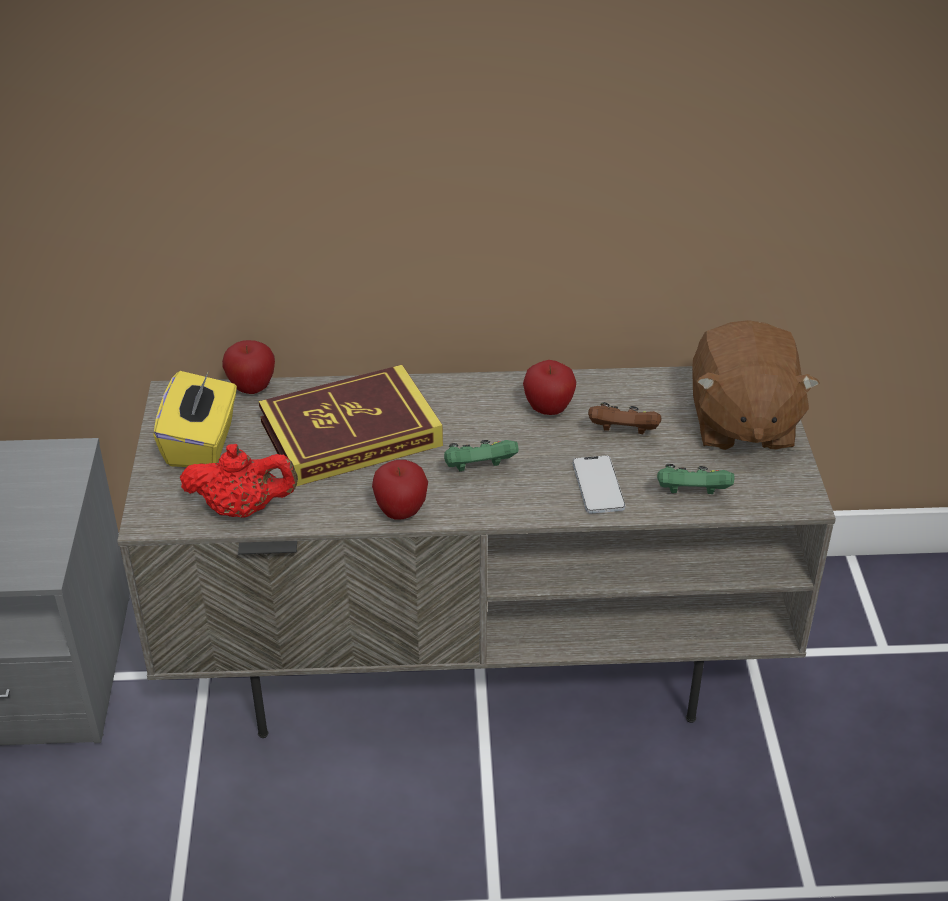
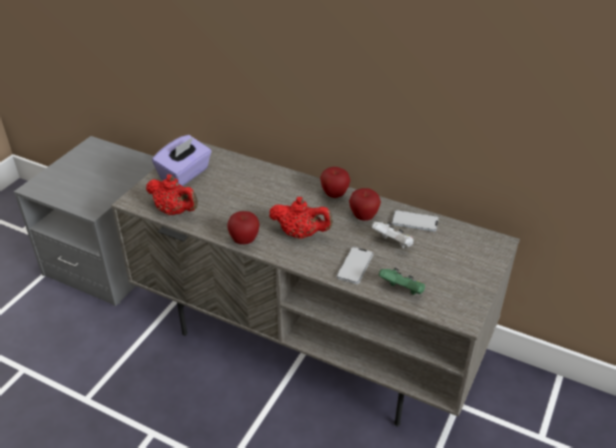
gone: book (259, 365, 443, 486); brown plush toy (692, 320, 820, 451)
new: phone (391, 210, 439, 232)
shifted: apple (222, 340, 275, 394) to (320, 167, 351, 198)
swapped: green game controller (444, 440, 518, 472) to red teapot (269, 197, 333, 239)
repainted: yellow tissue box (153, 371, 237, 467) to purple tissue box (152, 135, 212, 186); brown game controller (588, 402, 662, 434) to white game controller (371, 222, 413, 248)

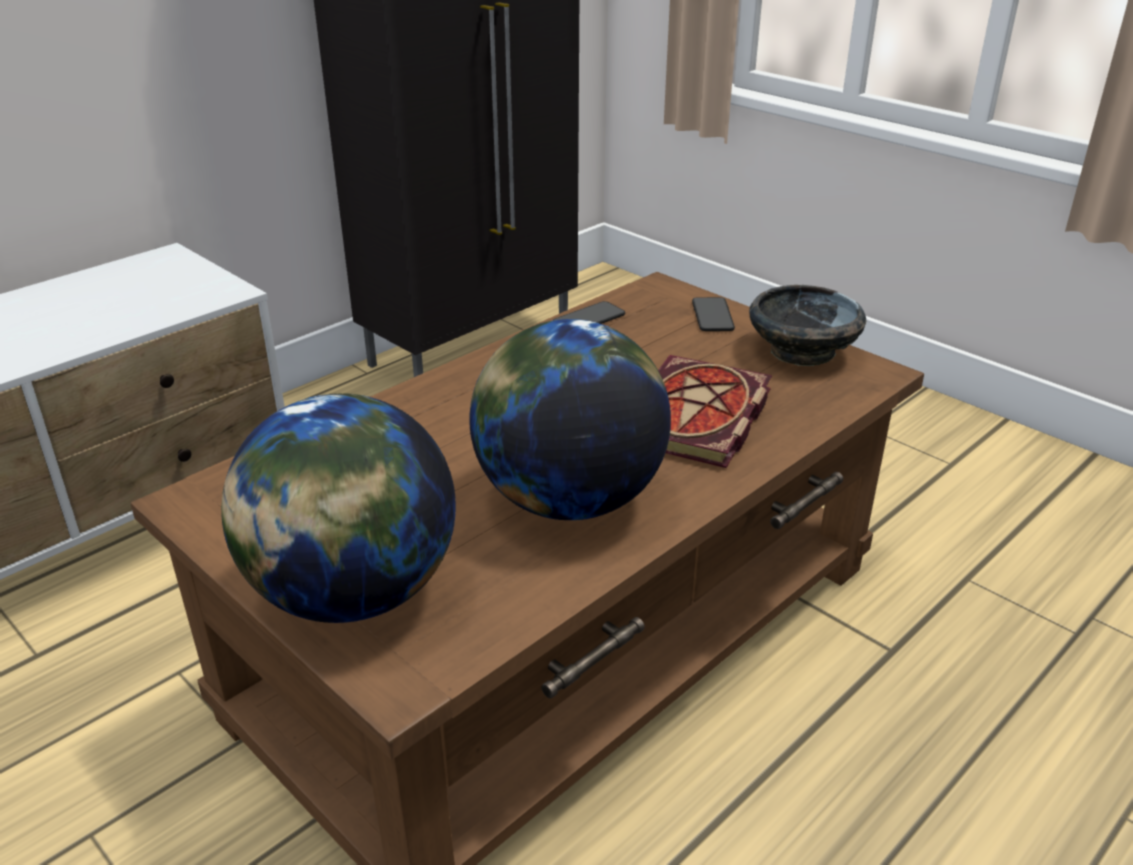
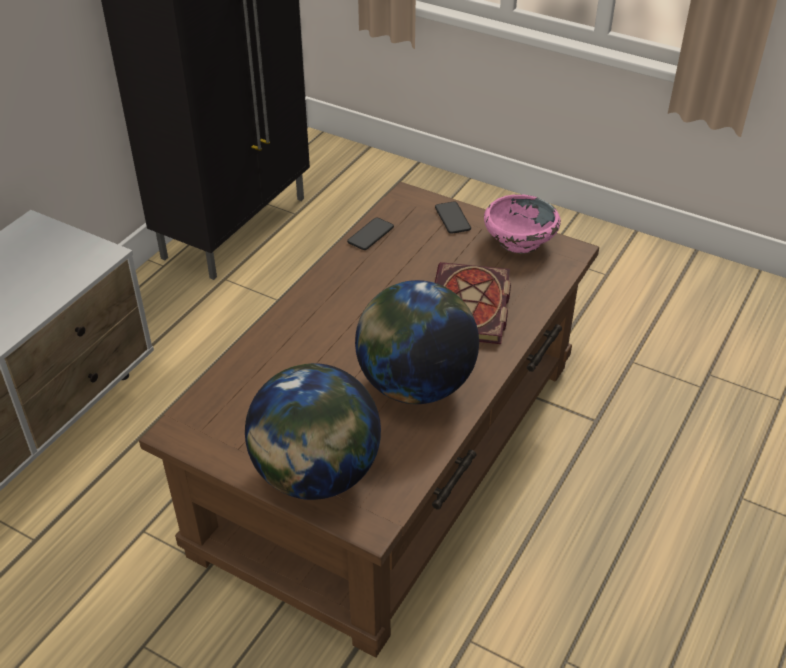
repainted: black bowl (749, 285, 866, 366) to pink bowl (484, 194, 561, 254)

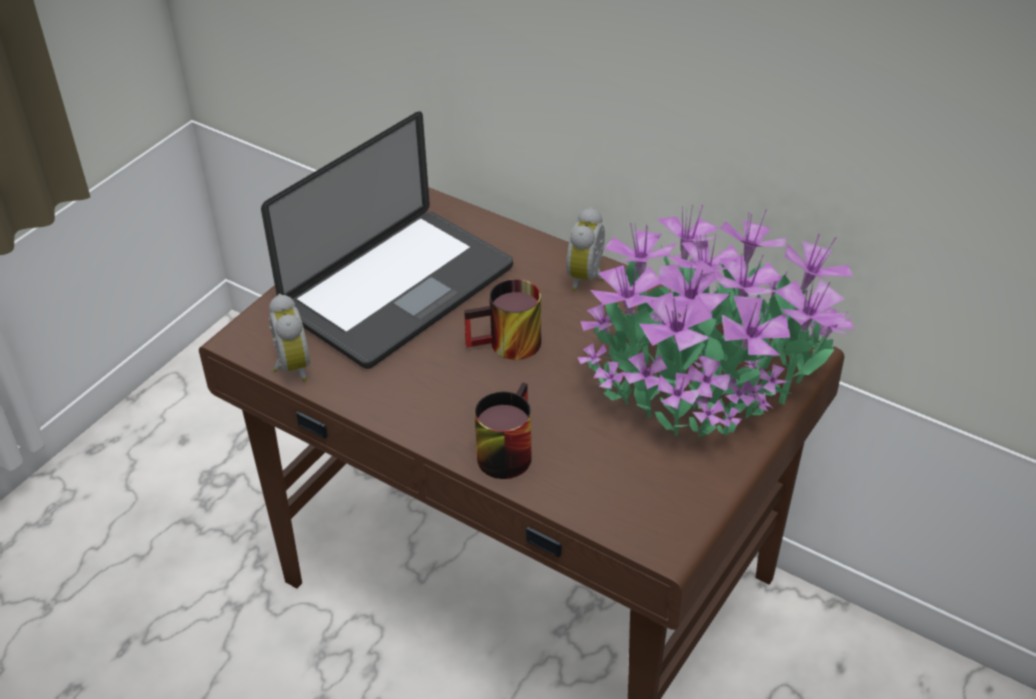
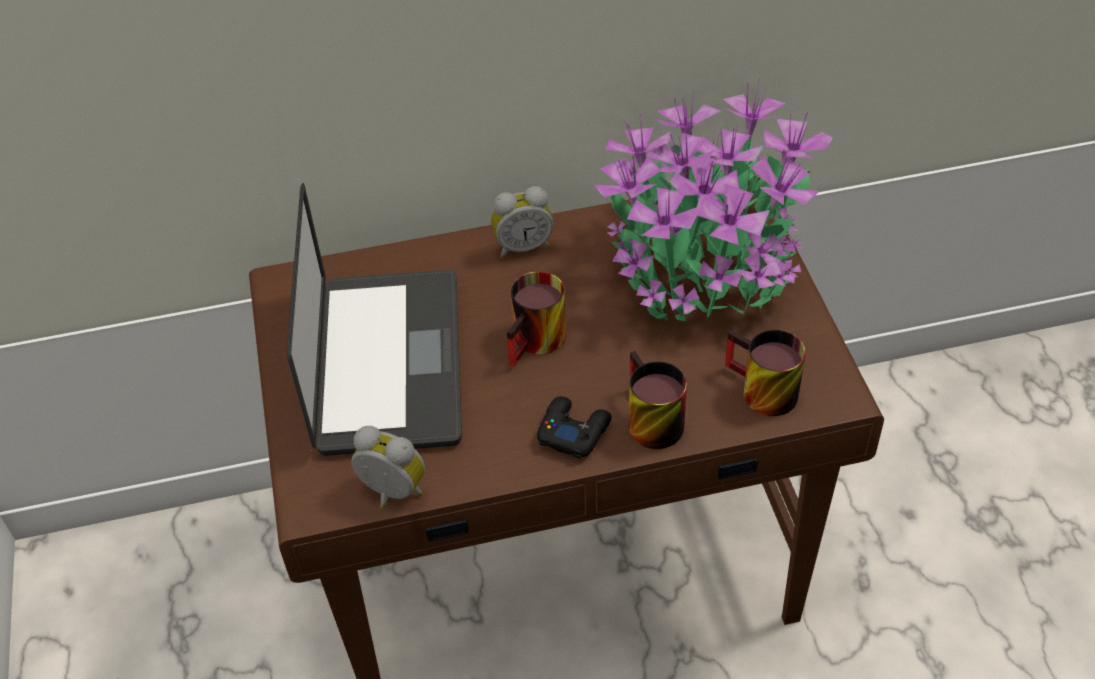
new: black game controller (537, 396, 612, 458); mug (725, 330, 806, 416)
rotated: alarm clock (566, 207, 605, 292) = (491, 186, 554, 258) 75 degrees counterclockwise

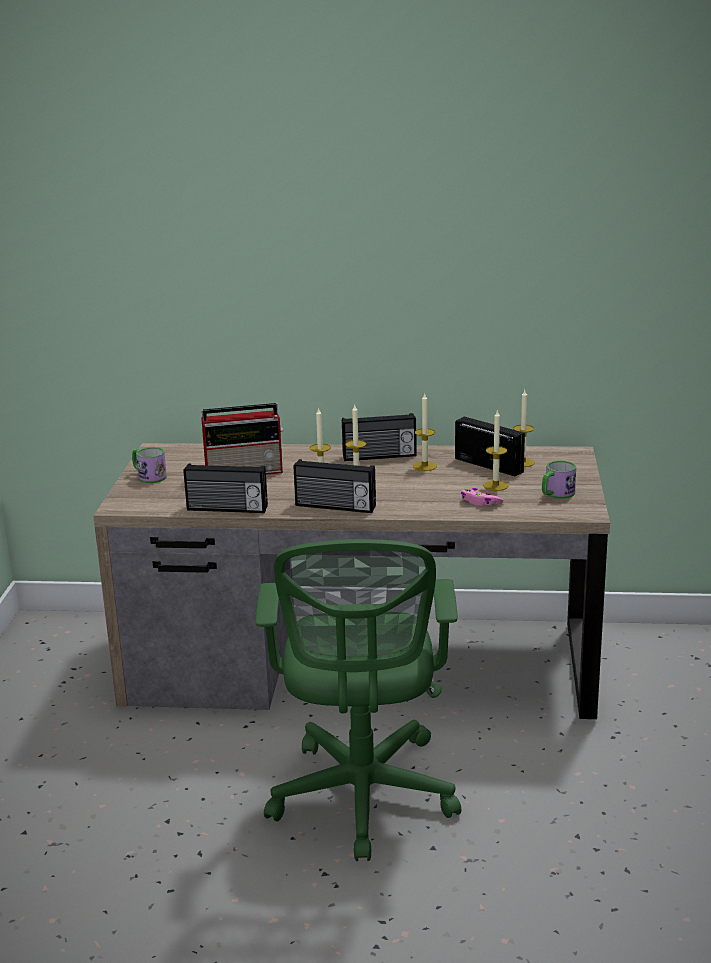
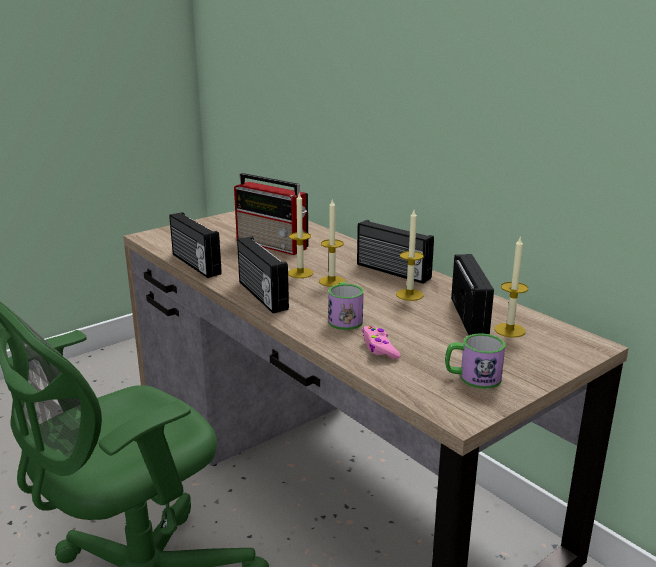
gone: candle (483, 411, 508, 491)
shifted: mug (132, 447, 167, 483) to (328, 282, 364, 330)

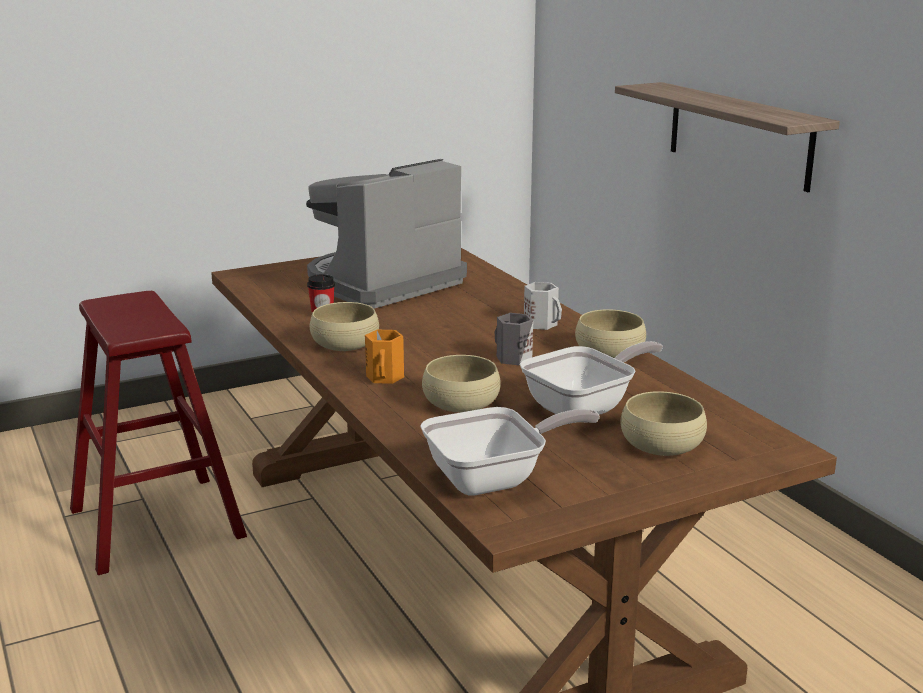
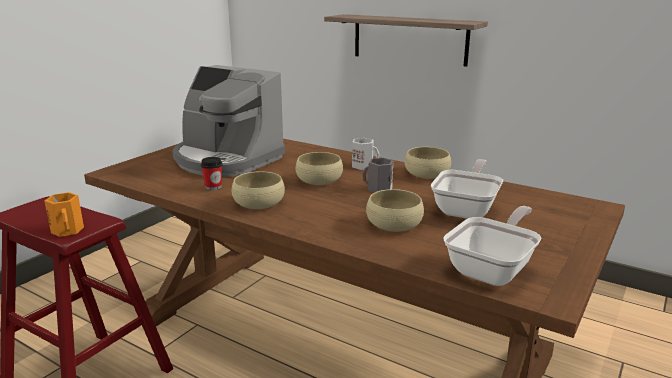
shifted: orange mug (365, 330, 404, 384) to (44, 192, 84, 237); beige bowl (621, 391, 707, 456) to (295, 152, 343, 185)
rotated: coffee machine (306, 159, 467, 308) = (172, 65, 285, 177) 75 degrees counterclockwise

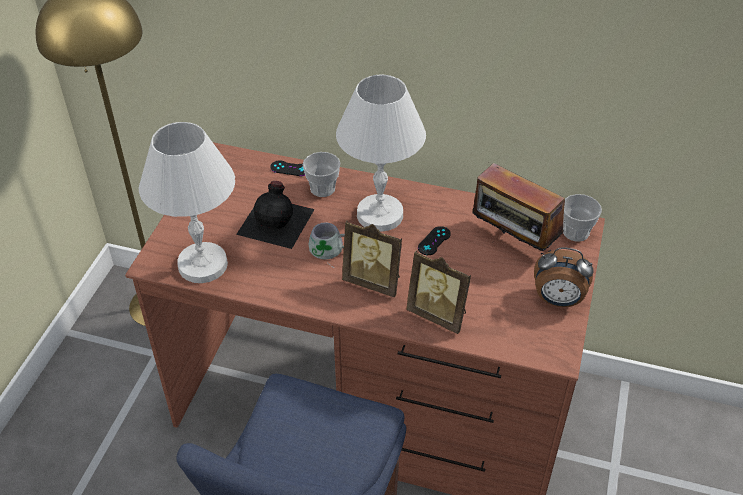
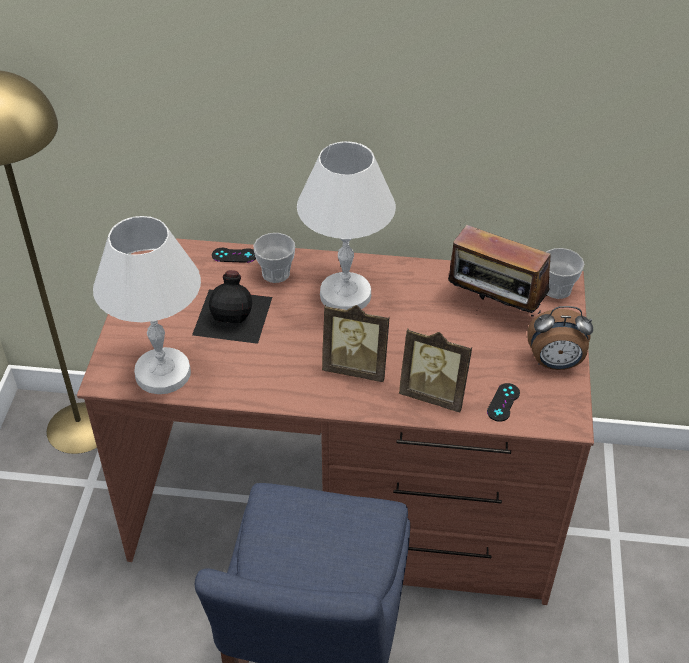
gone: grey mug (308, 222, 345, 268)
shifted: black game controller (418, 226, 451, 255) to (487, 383, 520, 422)

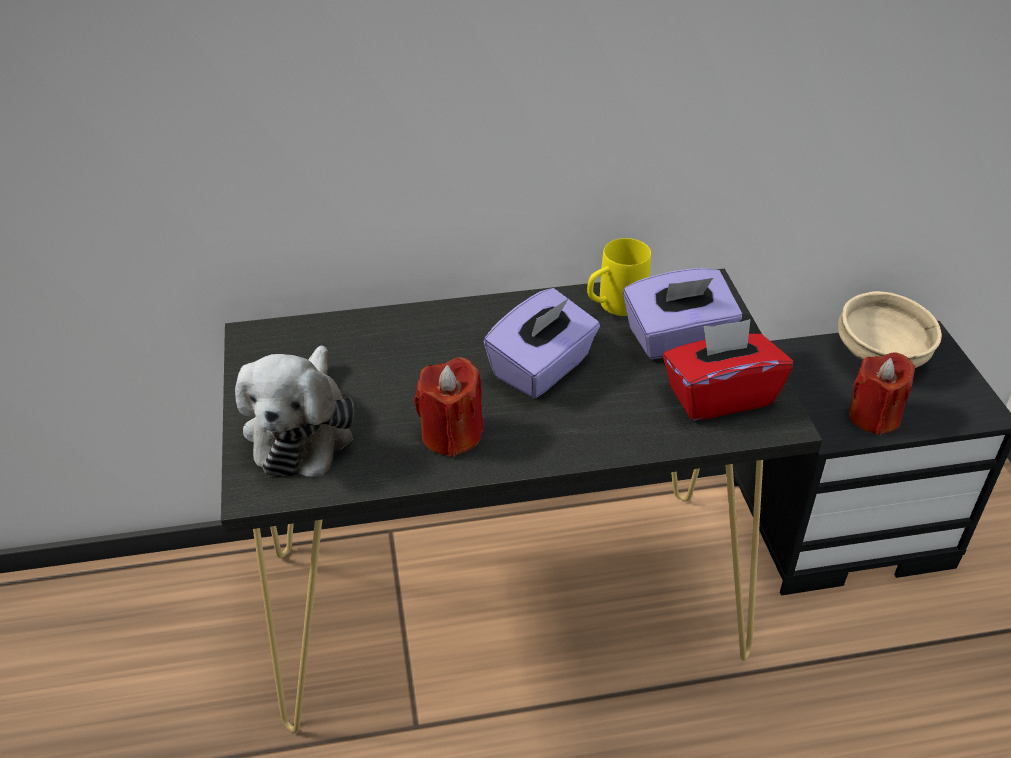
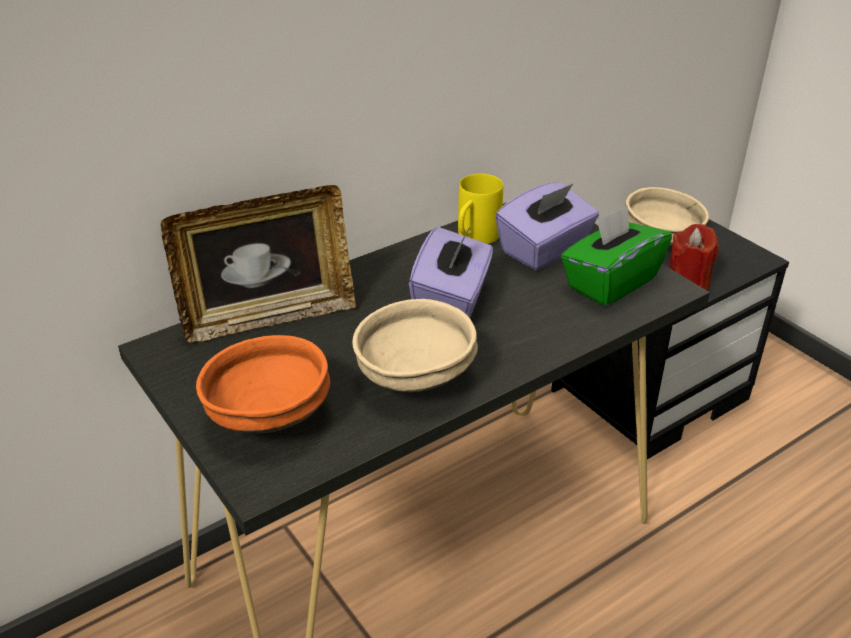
new: picture frame (161, 185, 356, 343)
swapped: plush toy (235, 345, 354, 477) to orange bowl (196, 335, 330, 433); red candle (414, 357, 483, 457) to beige bowl (352, 299, 478, 392)
repainted: red tissue box (663, 319, 793, 421) to green tissue box (561, 205, 672, 306)

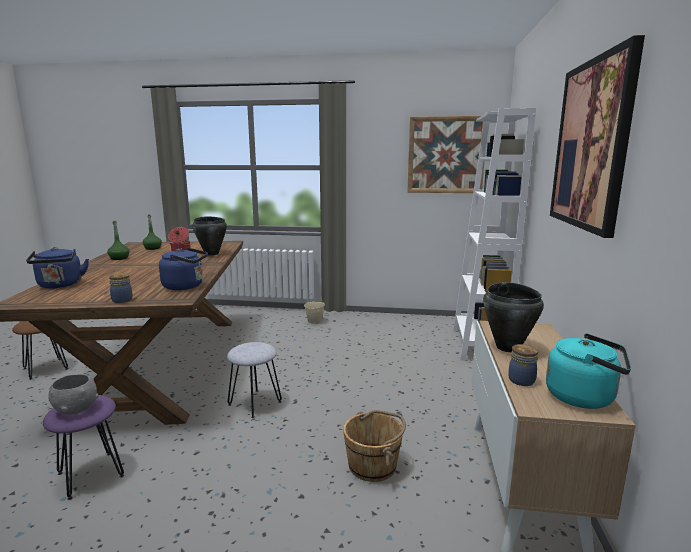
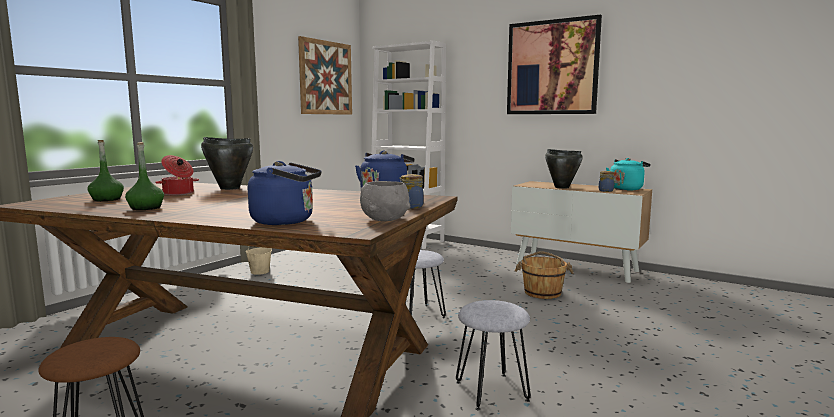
shifted: grey bowl (48, 374, 98, 415) to (360, 181, 410, 221)
repainted: purple stool (43, 395, 124, 500) to grey stool (456, 300, 531, 410)

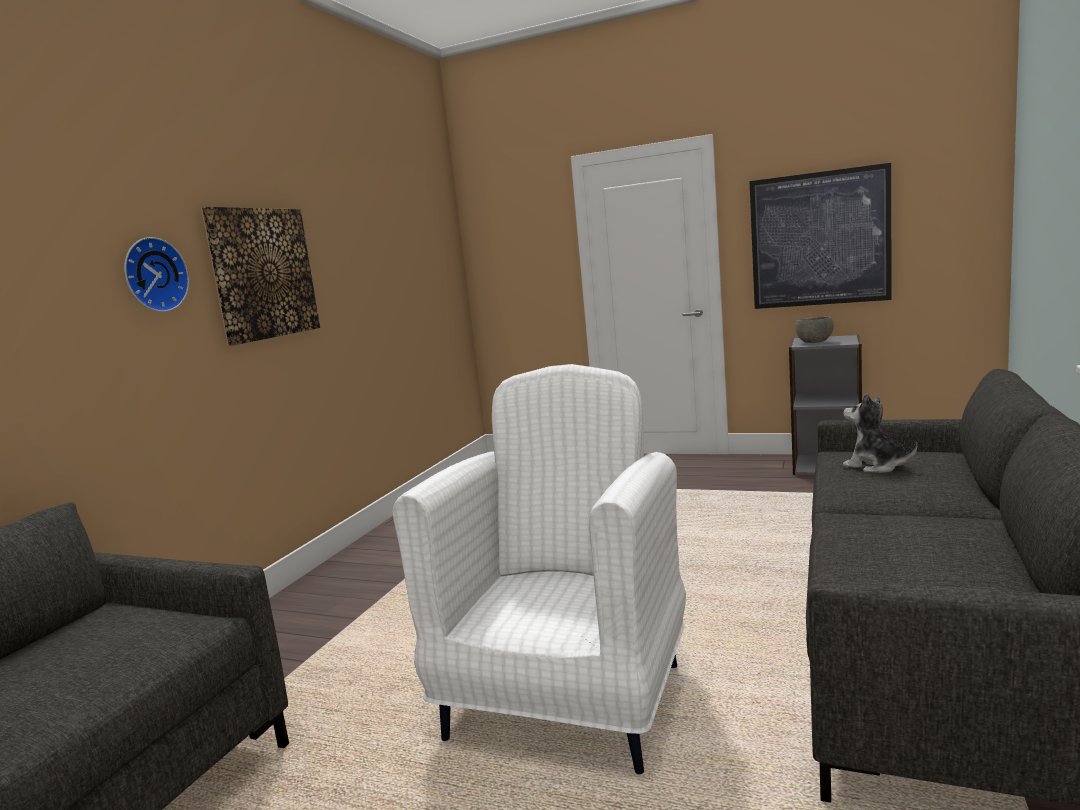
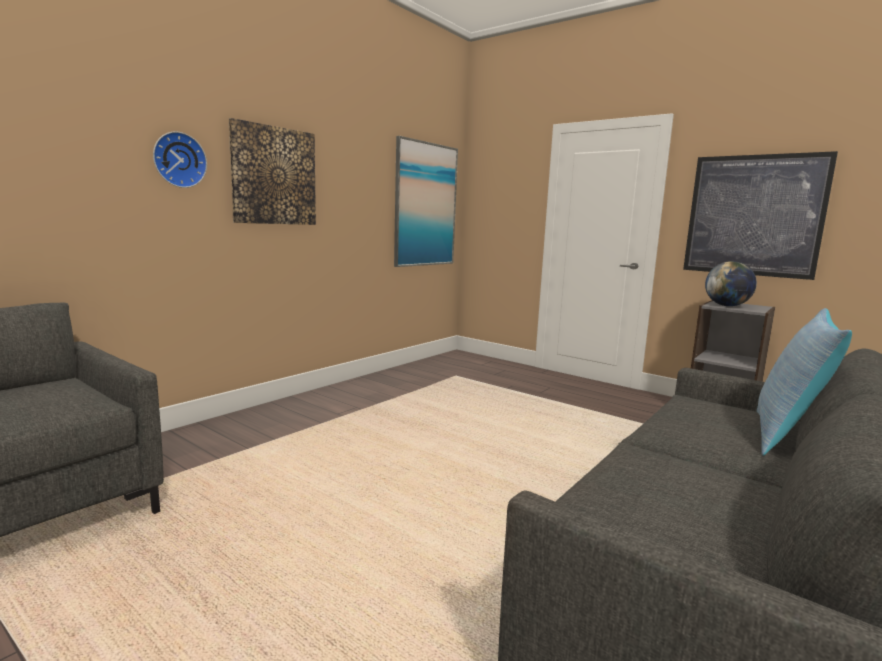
gone: white armchair (392, 364, 686, 774); plush toy (843, 393, 918, 473)
new: picture (394, 136, 458, 267); pillow (757, 308, 852, 456)
swapped: grey bowl (796, 317, 834, 343) to globe (705, 261, 757, 306)

